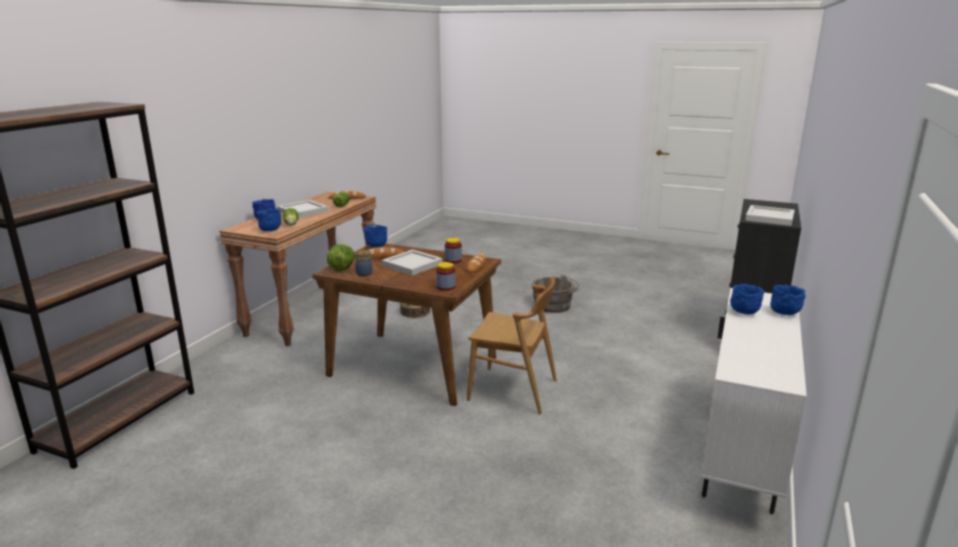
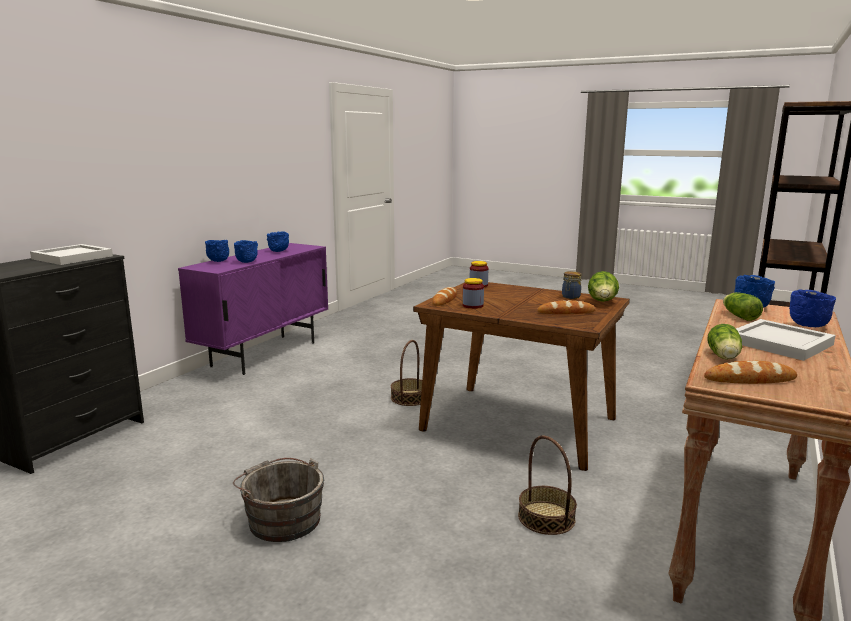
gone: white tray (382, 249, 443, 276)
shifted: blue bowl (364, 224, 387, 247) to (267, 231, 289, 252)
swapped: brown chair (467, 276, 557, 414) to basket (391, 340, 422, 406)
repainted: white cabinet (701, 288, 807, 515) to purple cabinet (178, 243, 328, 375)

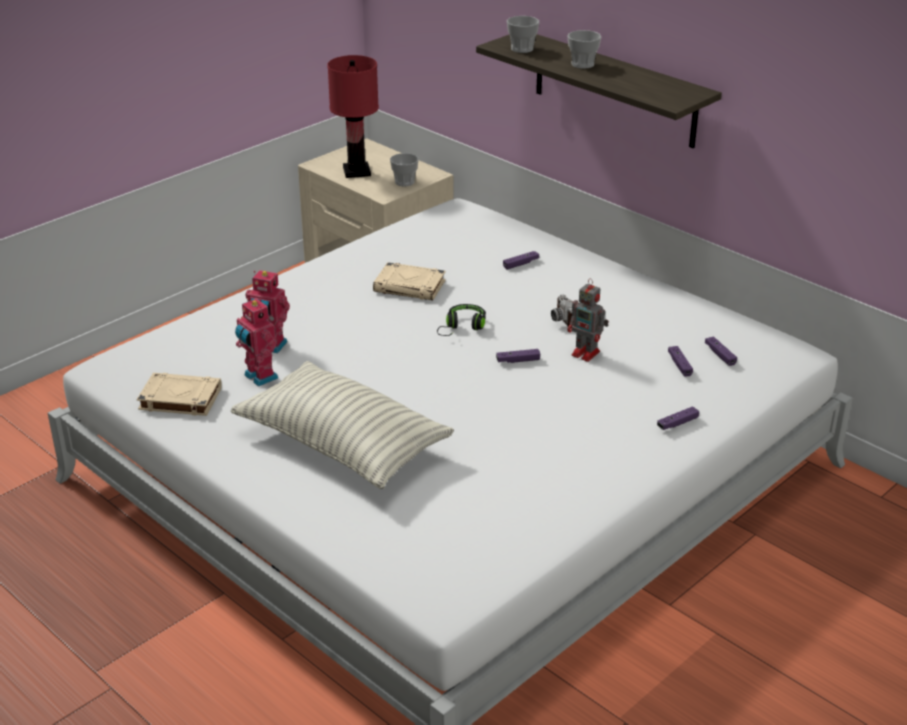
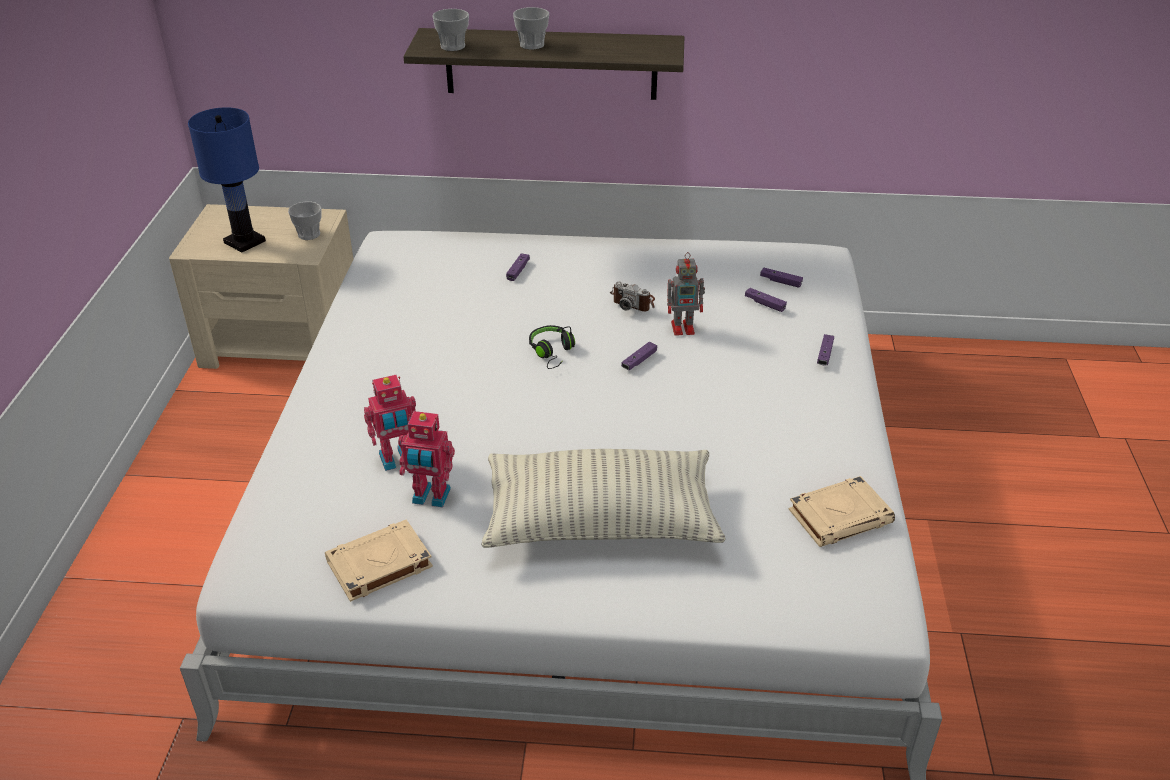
shifted: beige book (373, 262, 446, 300) to (789, 476, 895, 547)
repainted: red table lamp (327, 55, 379, 178) to blue table lamp (188, 107, 266, 252)

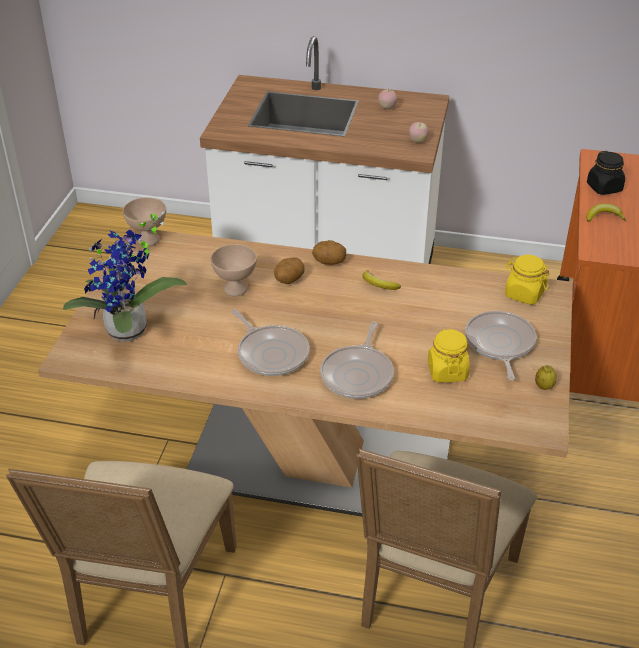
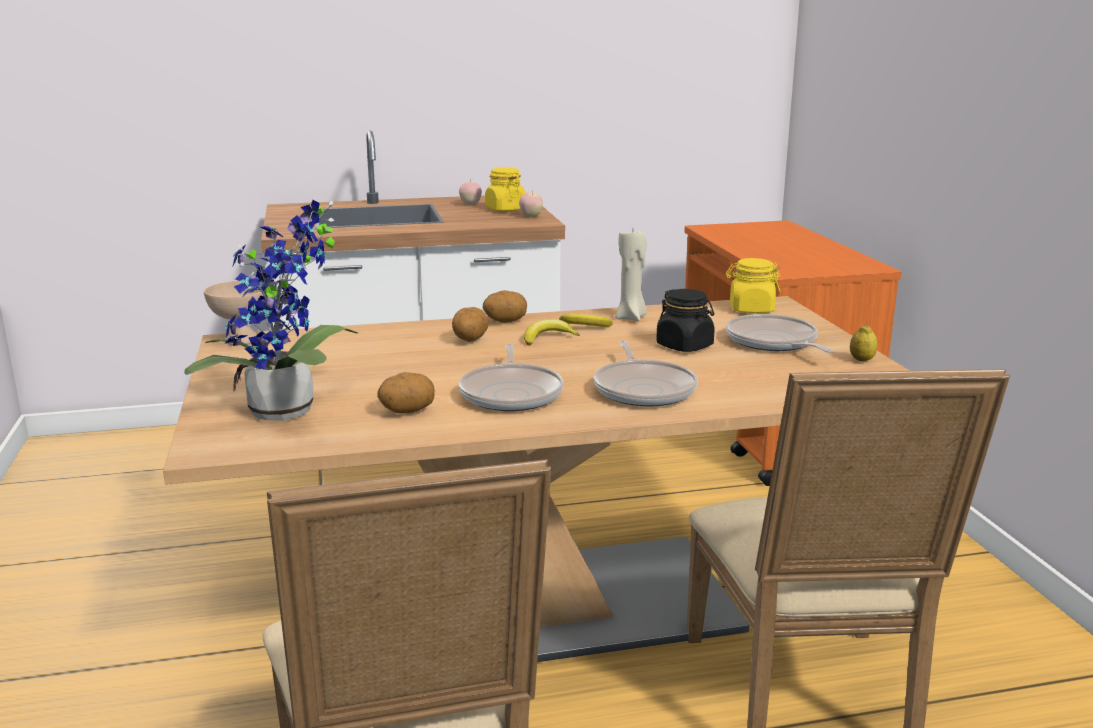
gone: beige bowl (211, 244, 257, 296)
new: potato (377, 372, 435, 414); beige candle (615, 230, 647, 321)
shifted: yellow jar (428, 329, 470, 382) to (485, 167, 525, 212); banana (586, 203, 626, 222) to (524, 319, 580, 345); black jar (587, 151, 625, 195) to (656, 289, 715, 352)
rotated: frying pan (231, 309, 310, 376) = (459, 343, 564, 411) 60 degrees clockwise

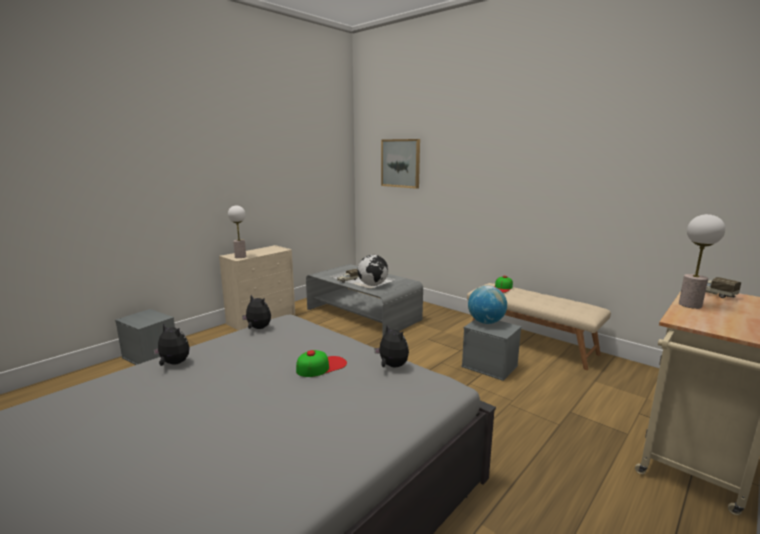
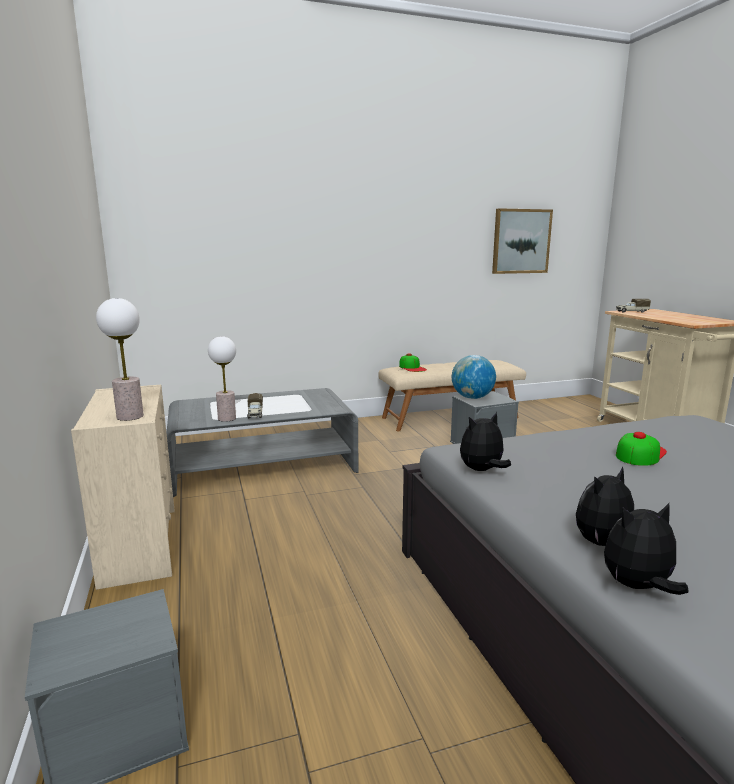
gone: globe (357, 255, 388, 286)
shifted: plush toy (374, 325, 409, 368) to (604, 503, 688, 595); picture (381, 139, 420, 189) to (492, 208, 553, 274); table lamp (679, 214, 725, 309) to (208, 336, 236, 422)
rotated: cap (296, 350, 347, 377) = (616, 432, 667, 466) 45 degrees clockwise

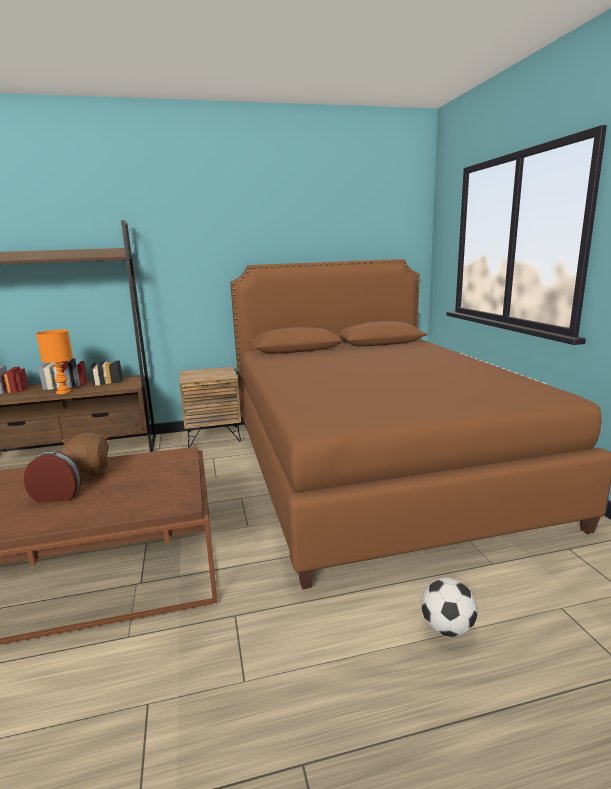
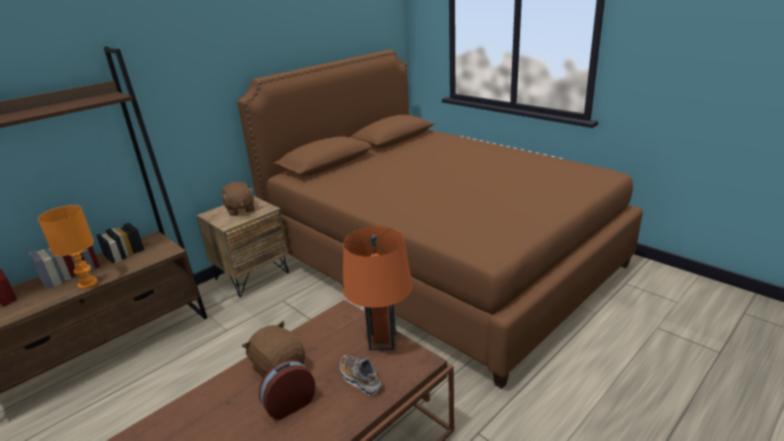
gone: football (421, 577, 478, 637)
new: brown plush toy (222, 182, 254, 216); shoe (339, 355, 382, 396); orange table lamp (343, 227, 413, 350)

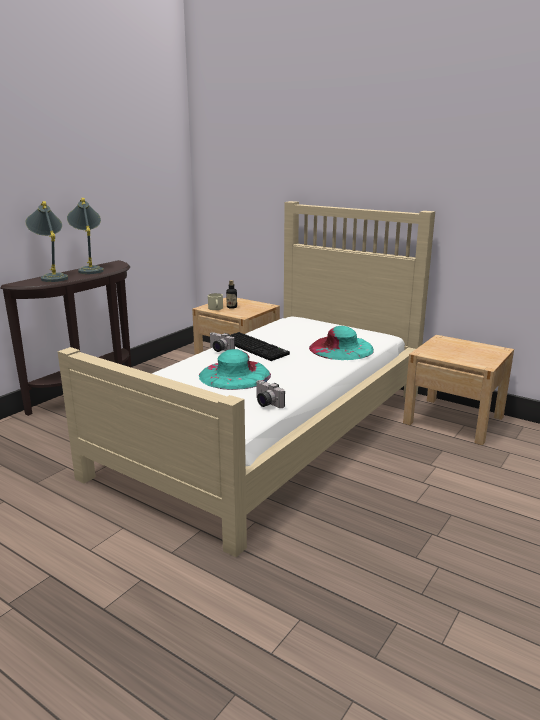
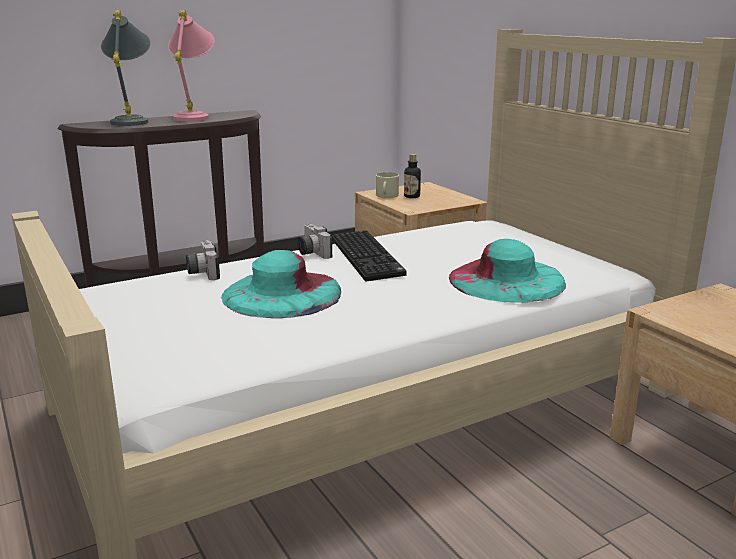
shifted: photo camera (256, 380, 285, 408) to (186, 240, 220, 280)
repainted: grey table lamp (67, 198, 104, 274) to pink table lamp (168, 10, 215, 122)

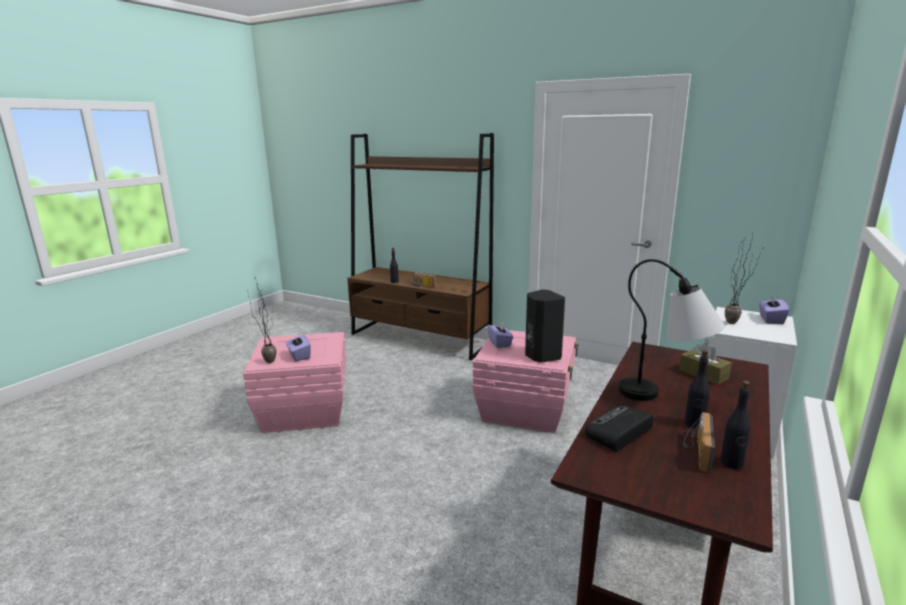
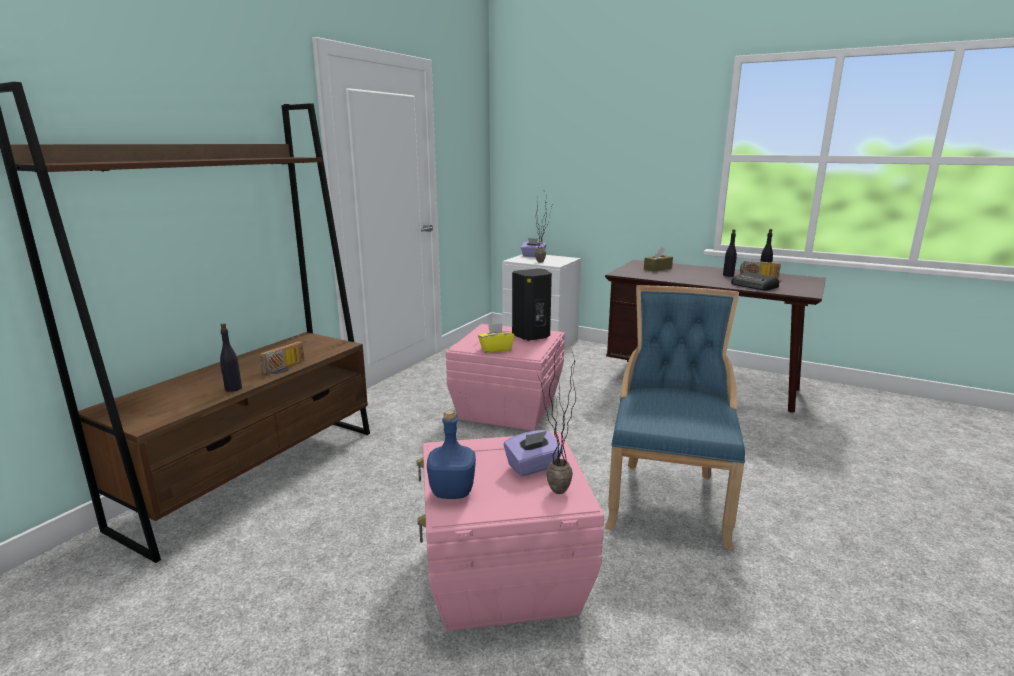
gone: table lamp (618, 259, 725, 401)
new: blue bottle (427, 410, 476, 499); blue chair (605, 285, 745, 550)
repainted: purple tissue box (487, 321, 513, 348) to yellow tissue box (478, 323, 515, 353)

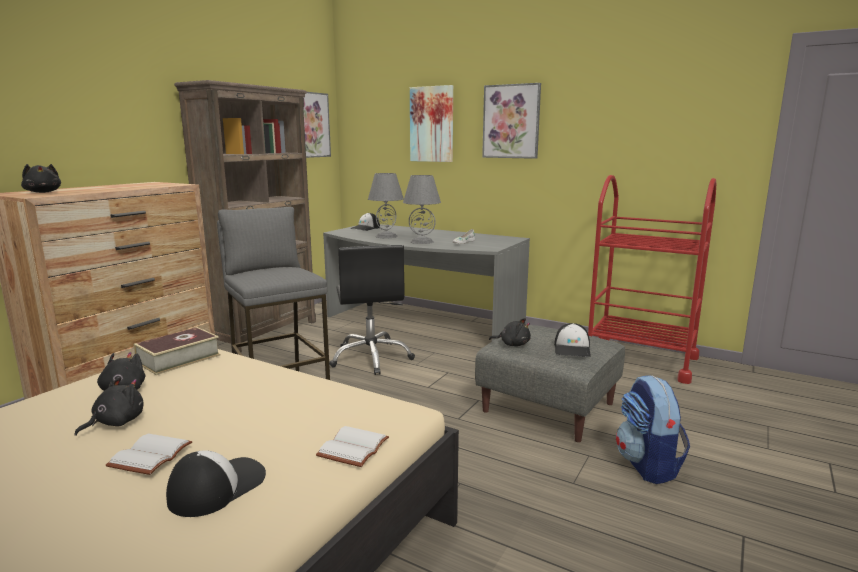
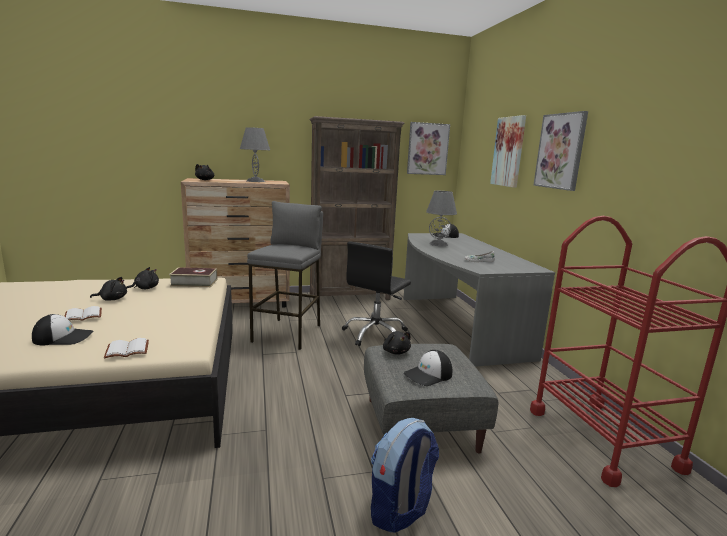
shifted: grey table lamp (403, 175, 441, 244) to (240, 127, 270, 182)

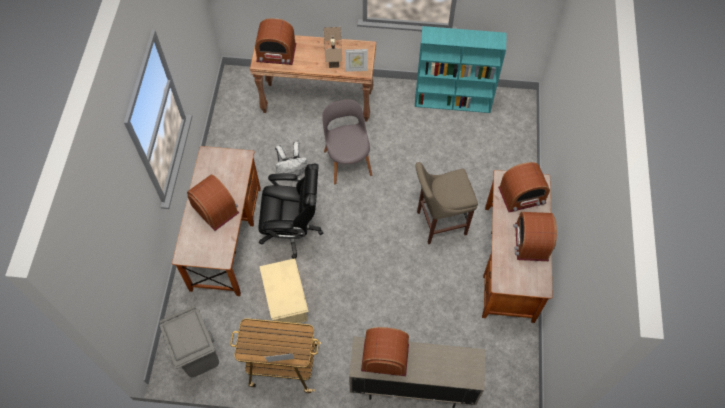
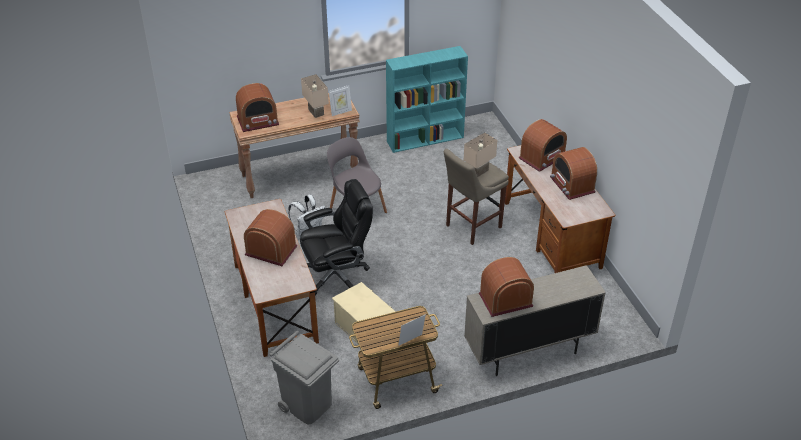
new: beige table lamp (464, 132, 497, 177)

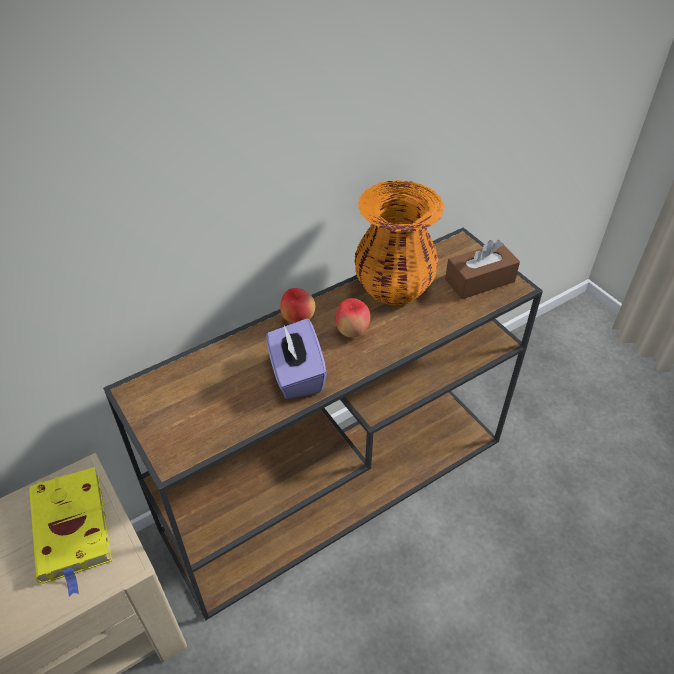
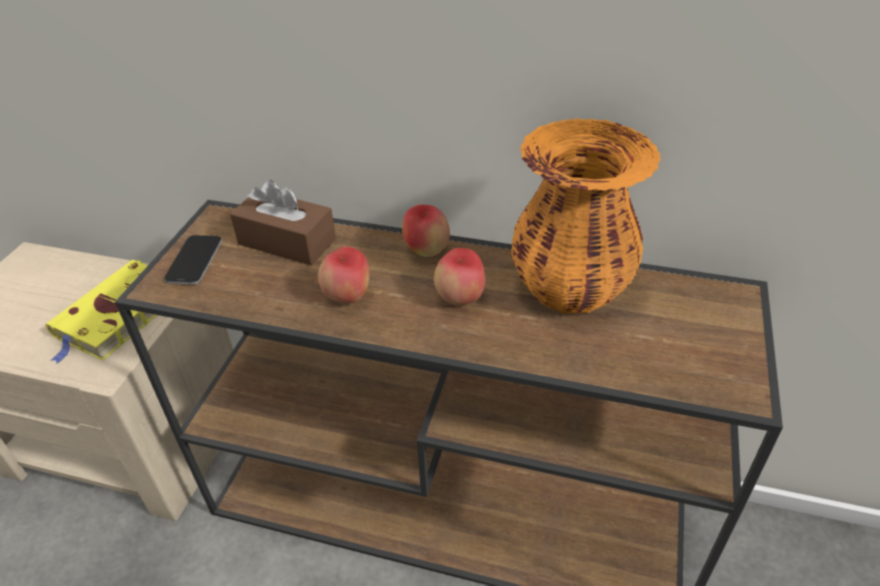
new: phone (164, 235, 222, 285)
shifted: brown tissue box (445, 240, 520, 299) to (230, 180, 336, 266)
swapped: purple tissue box (266, 319, 327, 399) to apple (318, 247, 370, 303)

